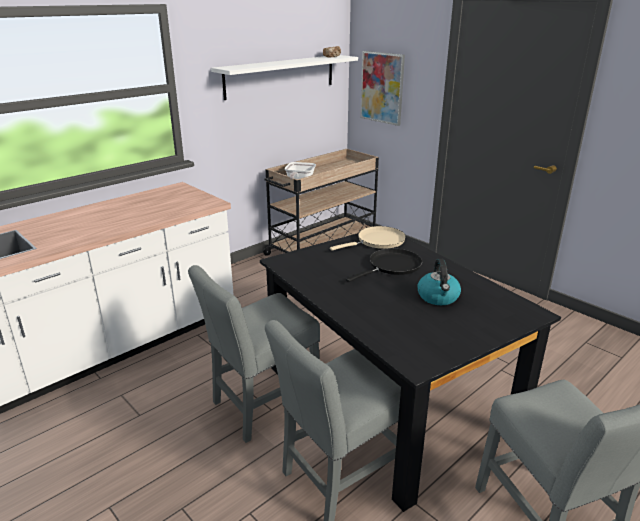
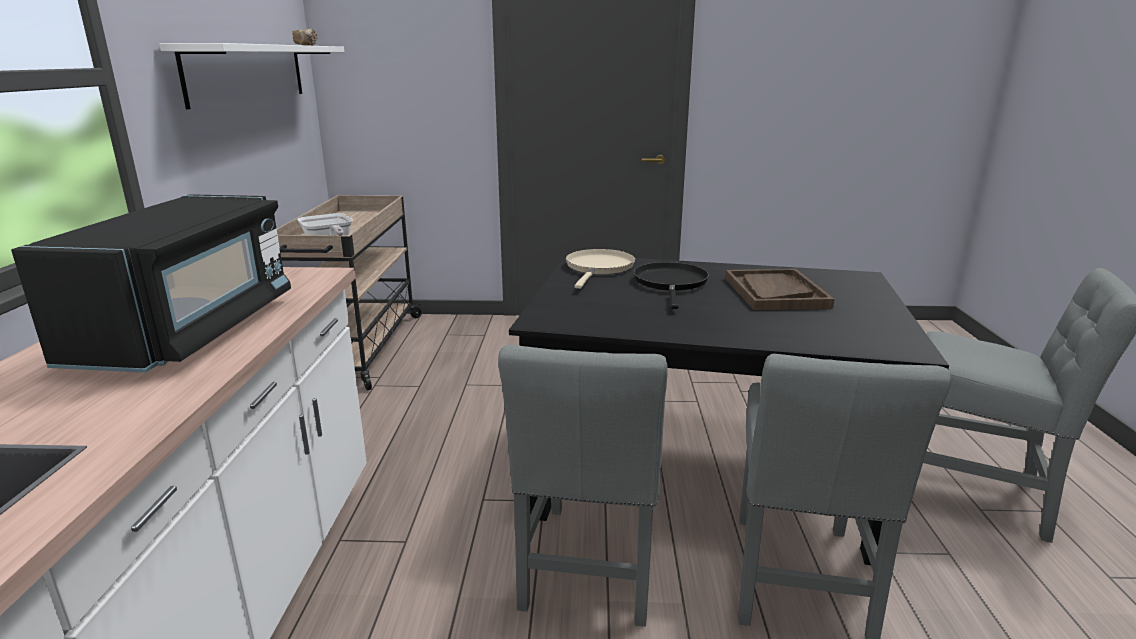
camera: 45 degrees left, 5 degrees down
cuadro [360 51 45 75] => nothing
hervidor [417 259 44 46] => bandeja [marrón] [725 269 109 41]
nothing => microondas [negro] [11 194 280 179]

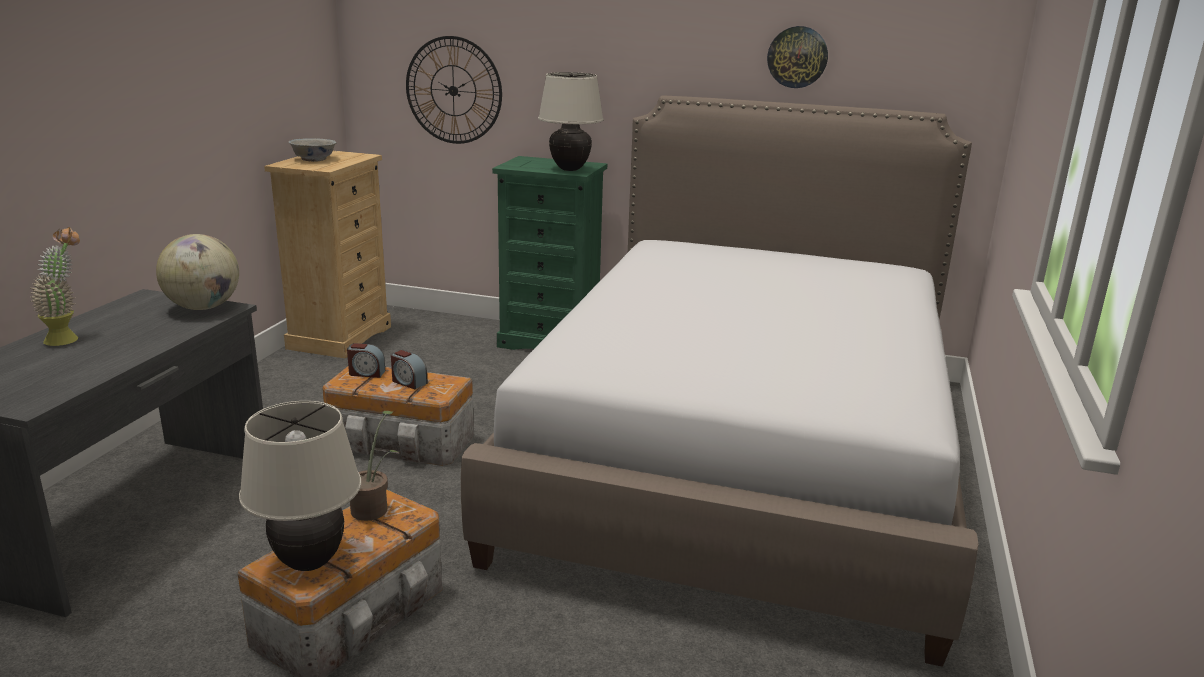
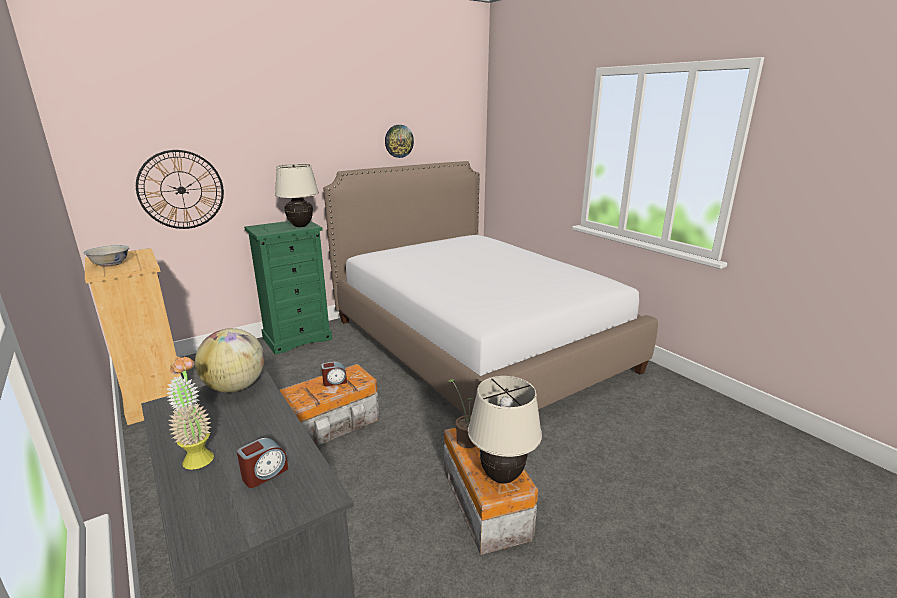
camera: 50 degrees left, 0 degrees up
despertador [347 343 38 35] => despertador [237 438 51 50], relocated

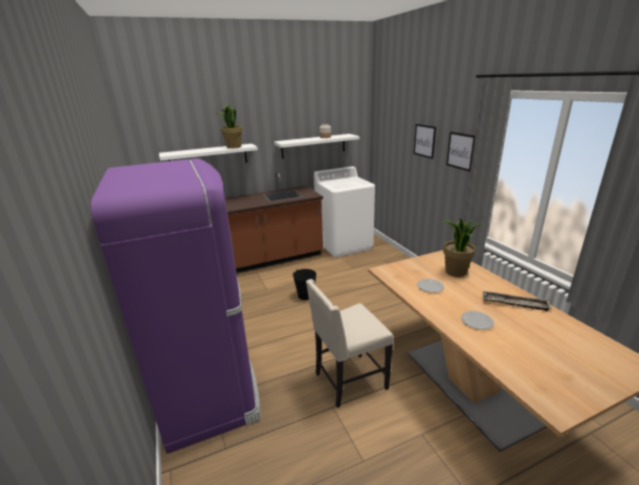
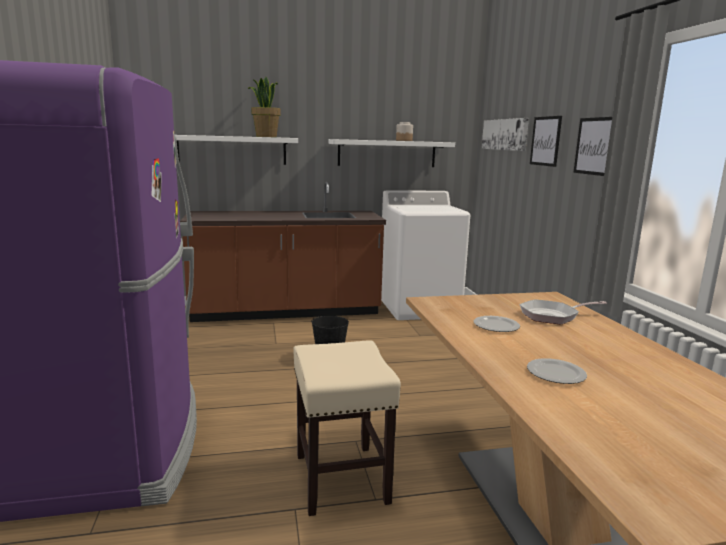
camera: 10 degrees right, 10 degrees down
silla [beis] [306 279 88 129] => taburete [beis] [293 340 108 176]
planta en maceta [442 218 40 59] => sartén [520 299 87 26]
bandeja [482 291 69 20] => nothing
nothing => cuadro [482 118 47 33]

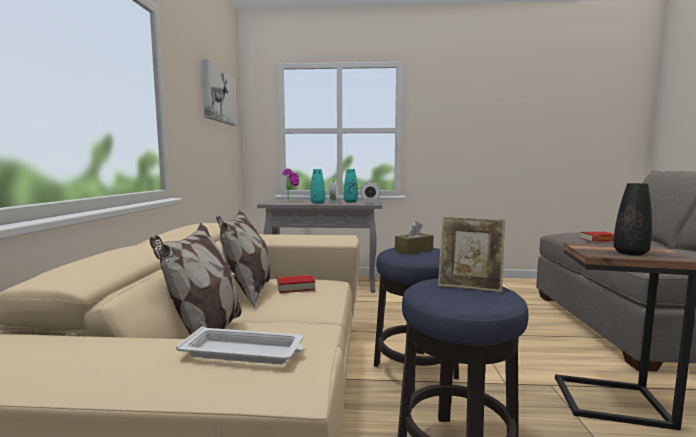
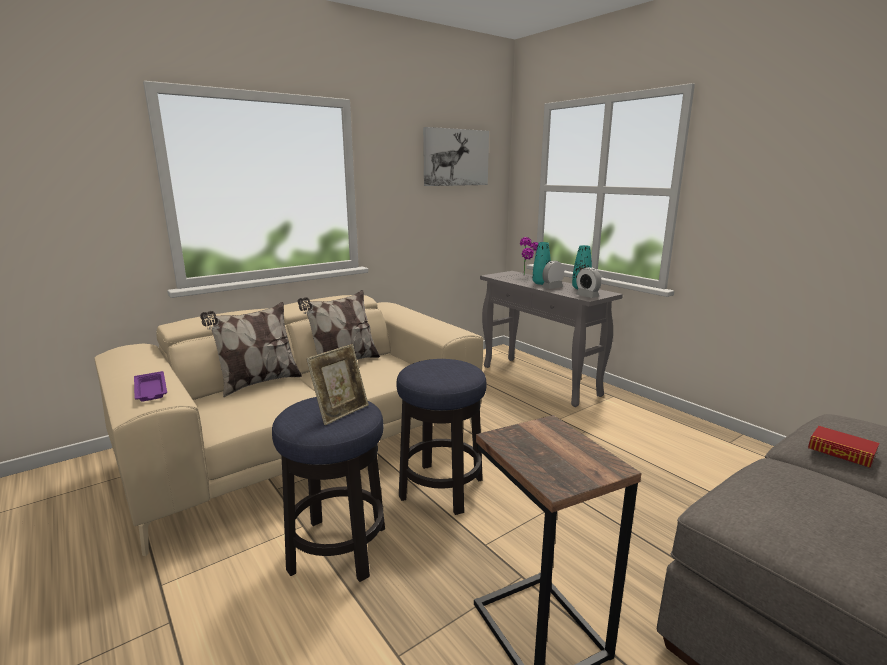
camera: 50 degrees right, 10 degrees up
bandeja [blanco] [176 326 128 38] => bandeja [morado] [134 371 33 31]
libro [277 275 38 18] => nothing
caja de pañuelos [marrón] [395 221 38 34] => nothing
portarretratos [438 216 67 76] => portarretratos [306 344 63 81], 120 degrees counterclockwise
florero [negro] [613 183 39 72] => nothing

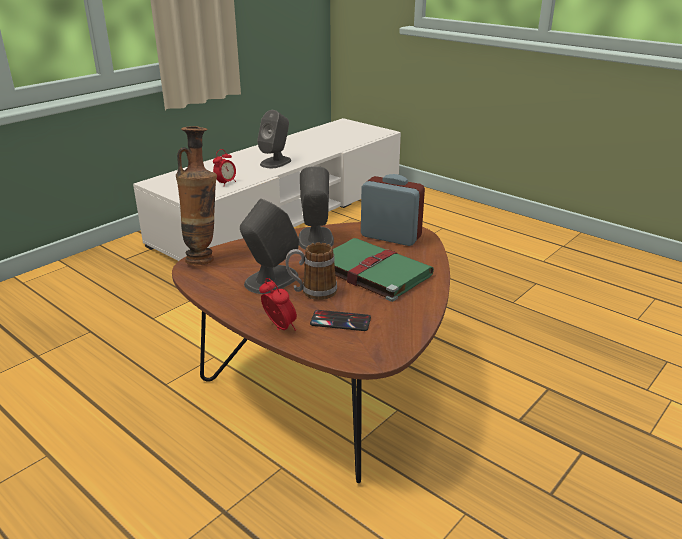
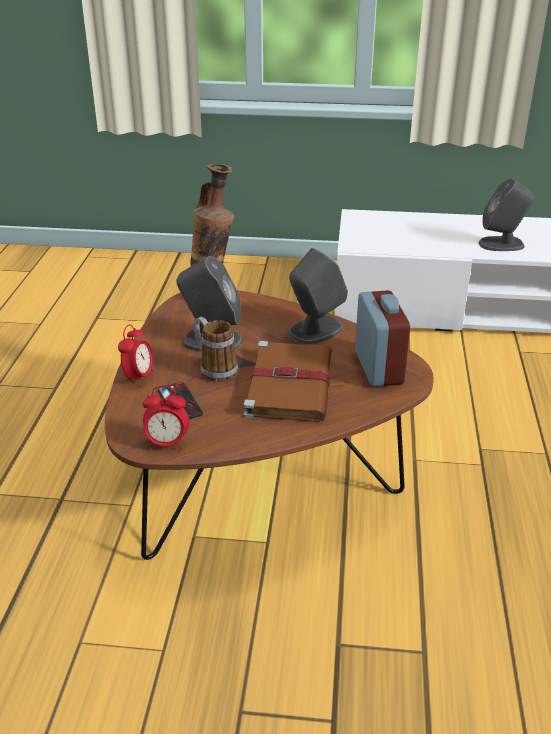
camera: 55 degrees right, 5 degrees up
despertador [213 149 23 36] => despertador [143 386 46 64], relocated
libro [verde] [333 238 101 64] => libro [marrón] [244 341 88 81]

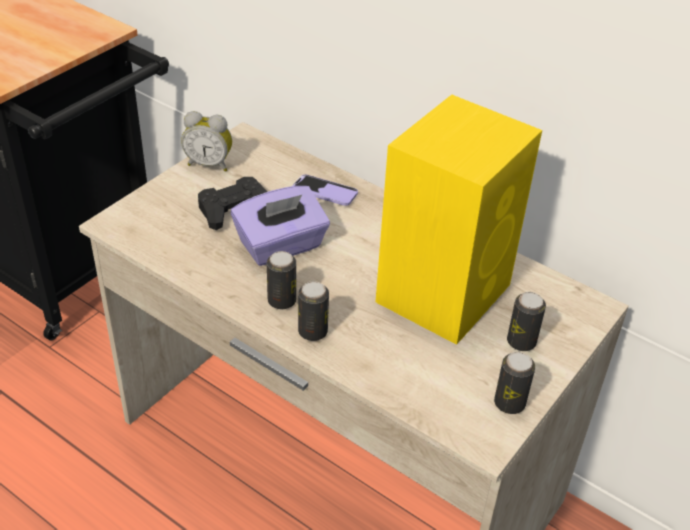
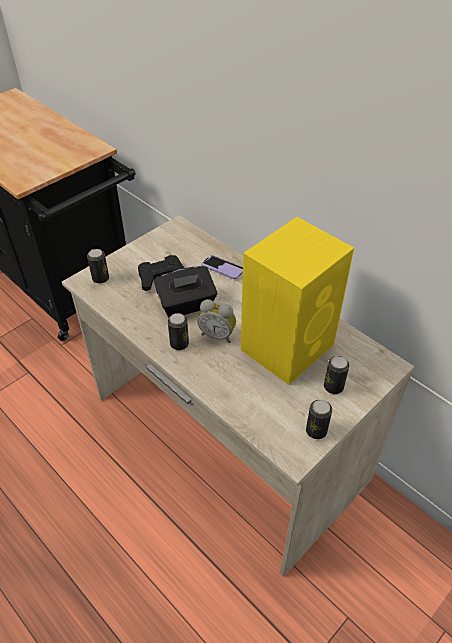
camera: 10 degrees right, 5 degrees up
despertador [181 111 51 61] => despertador [197 299 39 44], relocated
caja de pañuelos [morado] [231 186 99 80] => caja de pañuelos [negro] [153 266 65 51]
lata [298 281 31 60] => lata [87 249 22 35], relocated

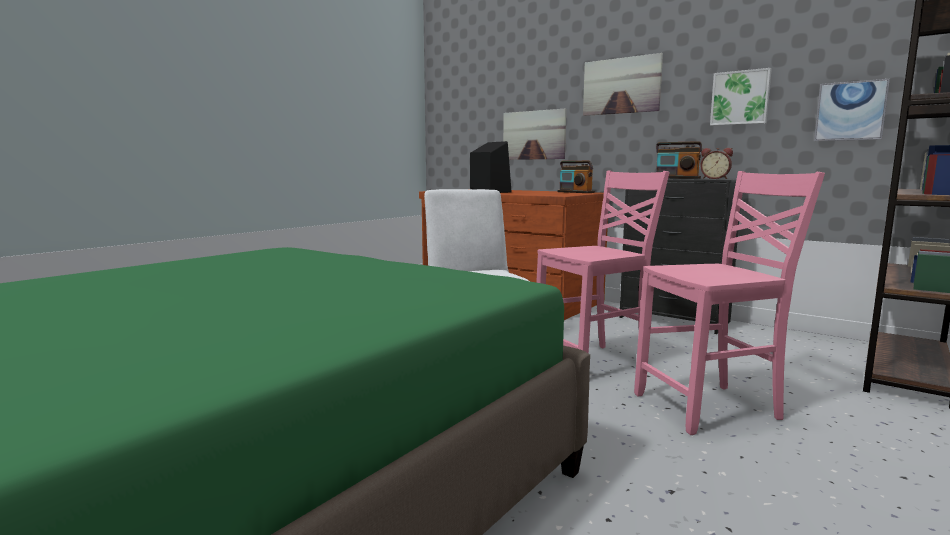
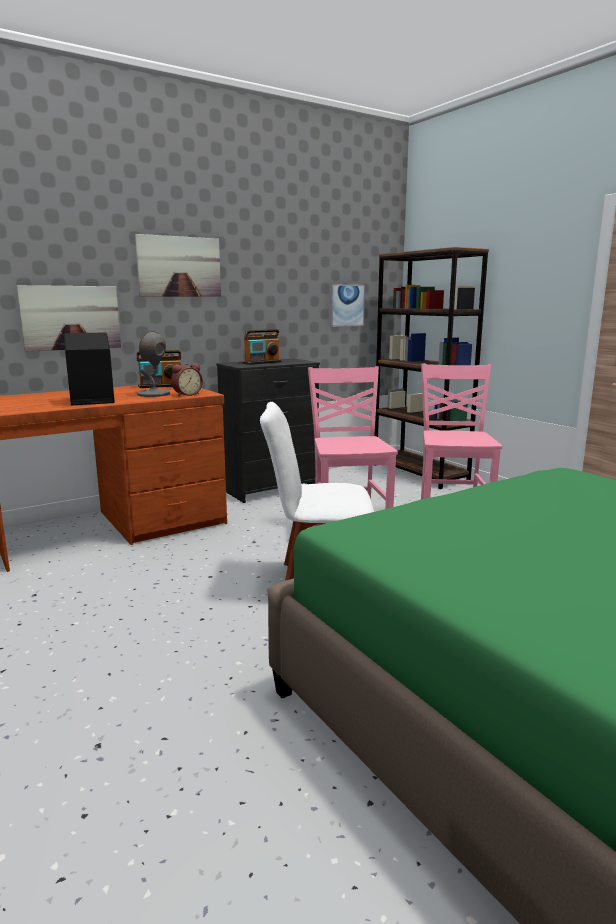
camera: 70 degrees left, 5 degrees up
despertador [700 148 33 31] => despertador [171 363 32 33], relocated
cuadro [710 68 62 58] => nothing
nothing => lámpara de mesa [gris] [137 331 33 66]

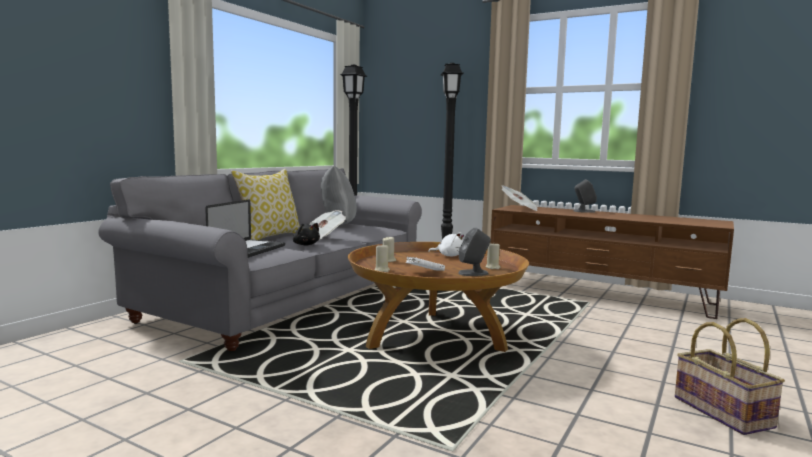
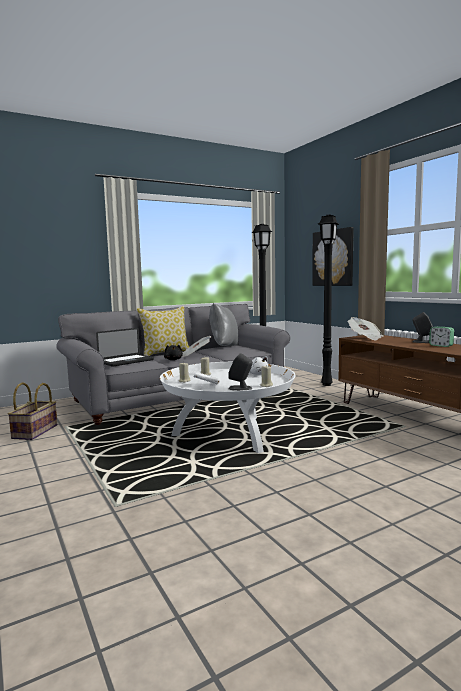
camera: 30 degrees right, 0 degrees up
mesa de centro [marrón] [348 242 181 110] => mesa de centro [blanco] [160 362 136 91]
cesta [675 318 110 117] => cesta [8 382 49 58], relocated
nothing => cuadro [312 227 42 59]
nothing => despertador [429 327 25 20]

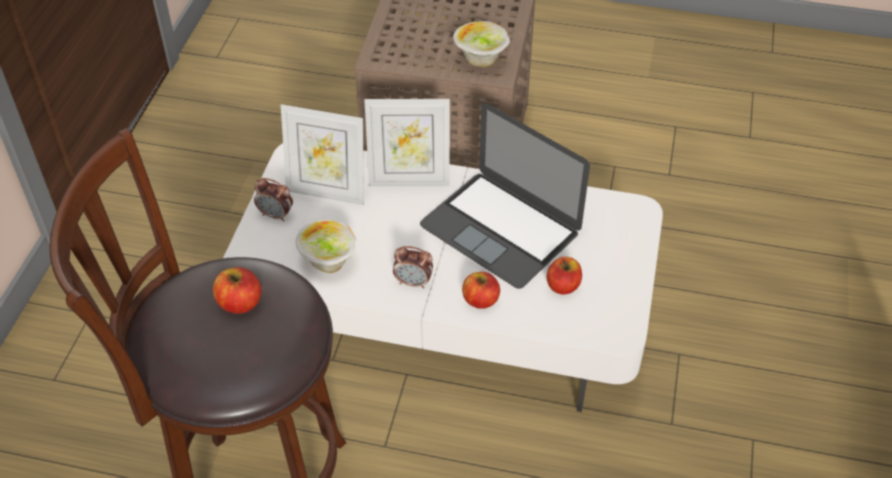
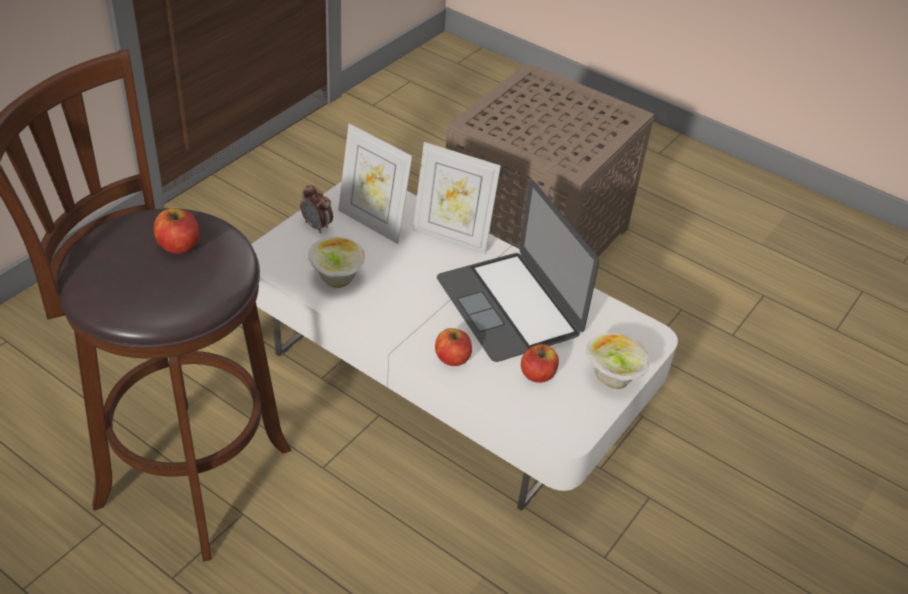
camera: 20 degrees right, 5 degrees down
despertador [393 246 40 43] => nothing
cuenco [453 21 57 46] => cuenco [586 334 64 55], relocated

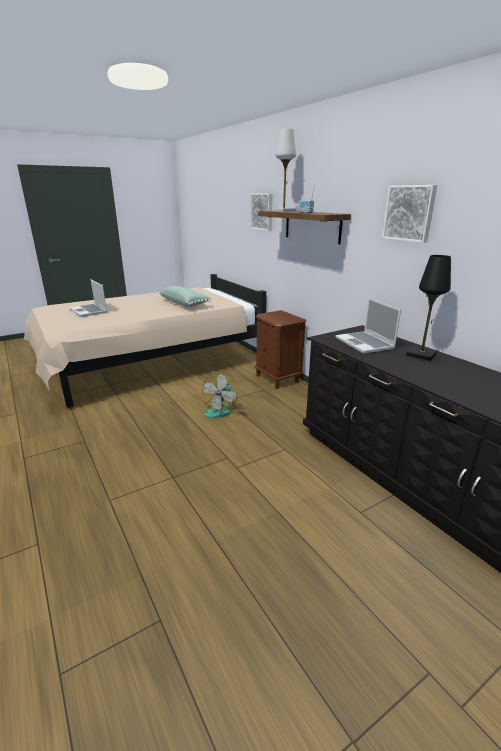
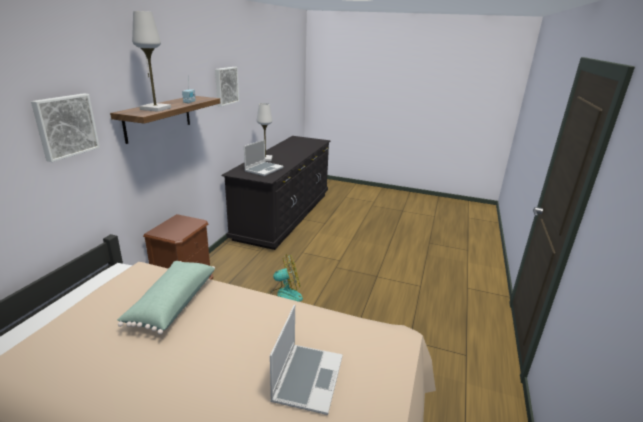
camera: 130 degrees left, 0 degrees up
lámpara de mesa [negro] [406 255 45 106] => lámpara de mesa [blanco] [256 103 17 58]

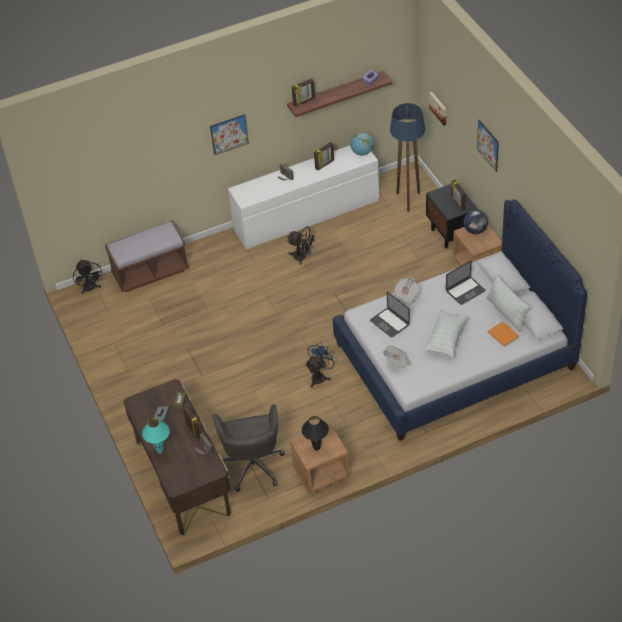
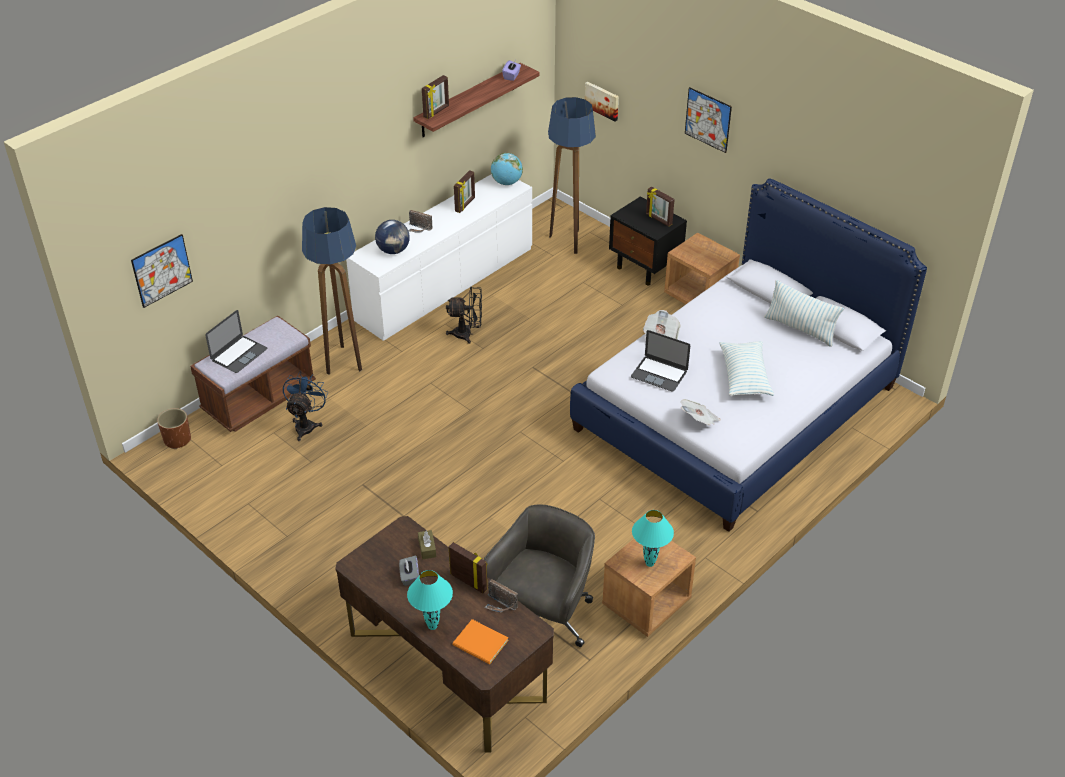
camera: 25 degrees left, 5 degrees down
ventilador [negro] [73 260 29 34] => maceta [marrón] [157 408 34 41]
cuadro [210 114 39 41] => cuadro [131 234 62 74], relocated
silla de oficina [gris] [213 404 72 88] => silla de oficina [gris] [484 505 111 142], 120 degrees counterclockwise
lámpara de mesa [negro] [302 416 27 35] => lámpara de mesa [turquesa] [632 510 42 57]
ventilador [azul] [305 341 33 47] => ventilador [azul] [283 372 45 69], relocated
portátil [446 261 40 44] => portátil [205 310 62 63], relocated
globo terráqueo [463 210 25 24] => globo terráqueo [375 220 35 34], relocated
libro [naranja] [488 322 31 25] => libro [naranja] [453 619 55 45], relocated
nothing => lámpara de pie [302 207 60 167]

